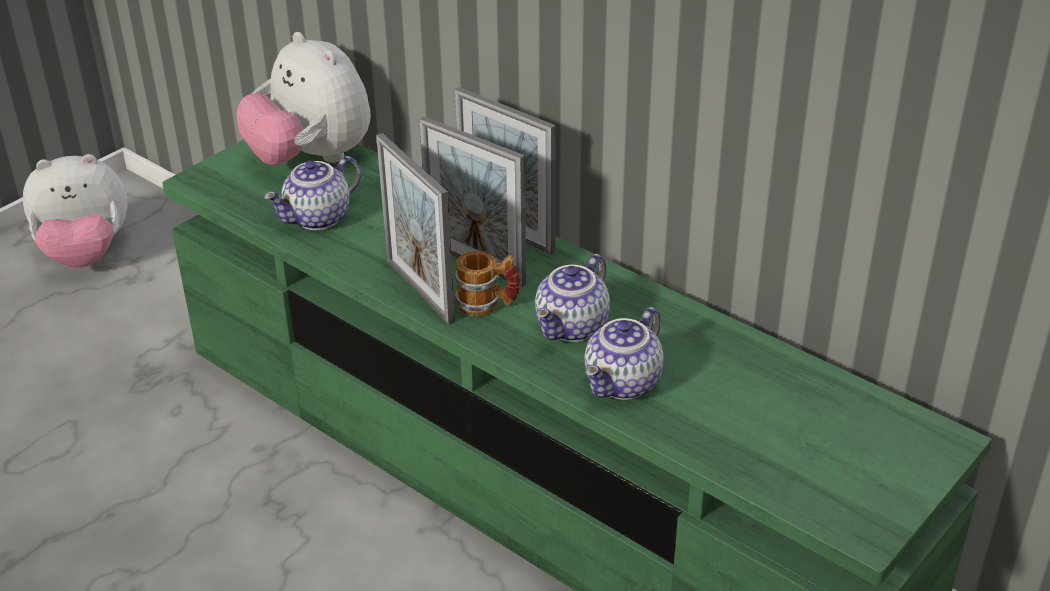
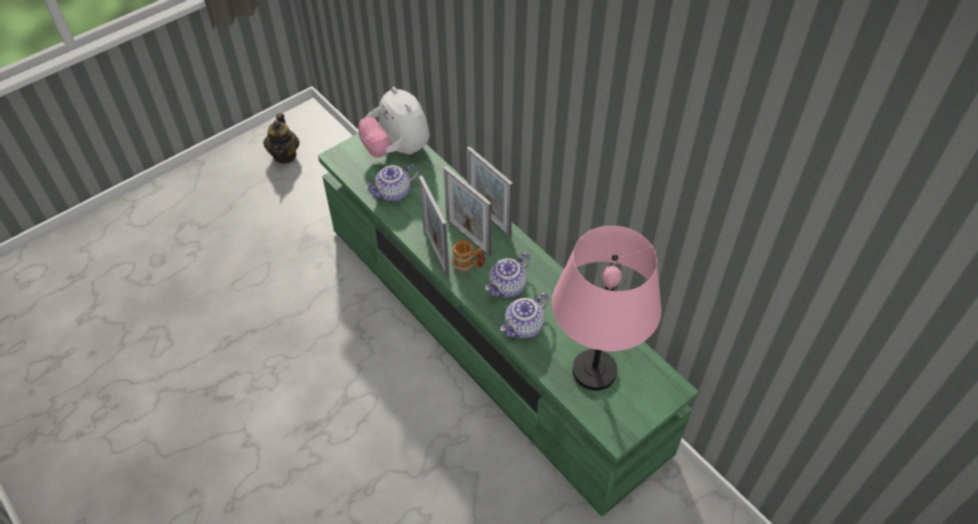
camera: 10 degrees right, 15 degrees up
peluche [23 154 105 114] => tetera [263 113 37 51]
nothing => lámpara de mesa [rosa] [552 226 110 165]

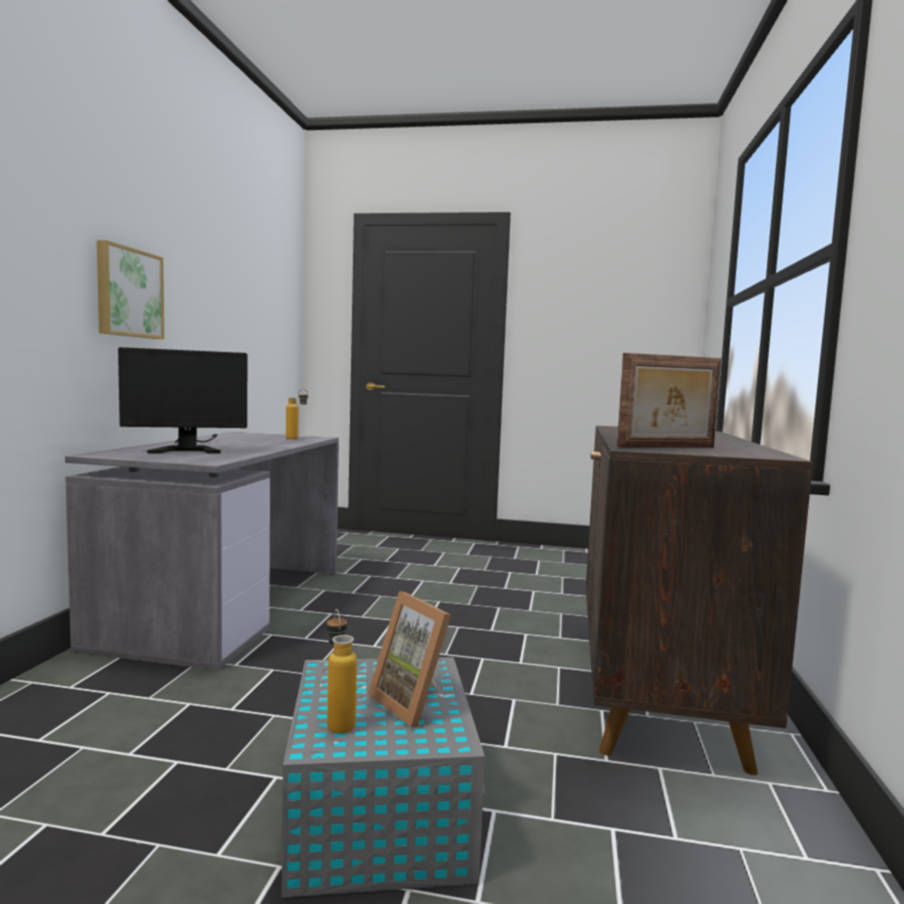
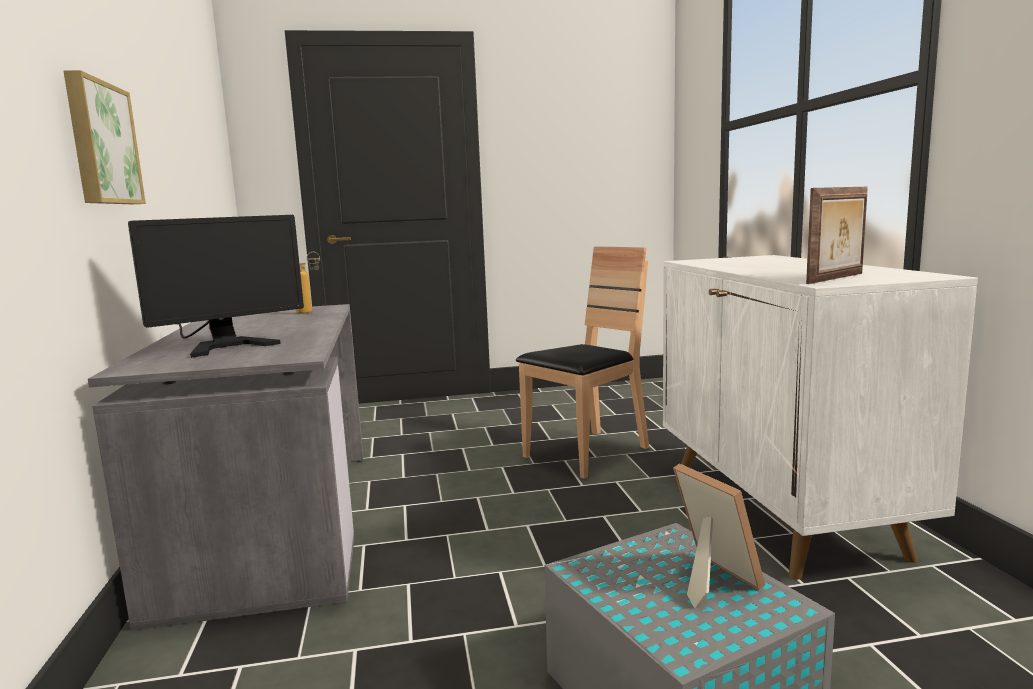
camera: 20 degrees left, 5 degrees up
botella [327 609 30 125] => nothing
portarretratos [368 591 83 136] => portarretratos [673 463 92 145], 150 degrees counterclockwise
armario [marrón] [586 426 227 349] => armario [blanco] [663 255 315 325]
nothing => silla [marrón] [516 246 133 233]

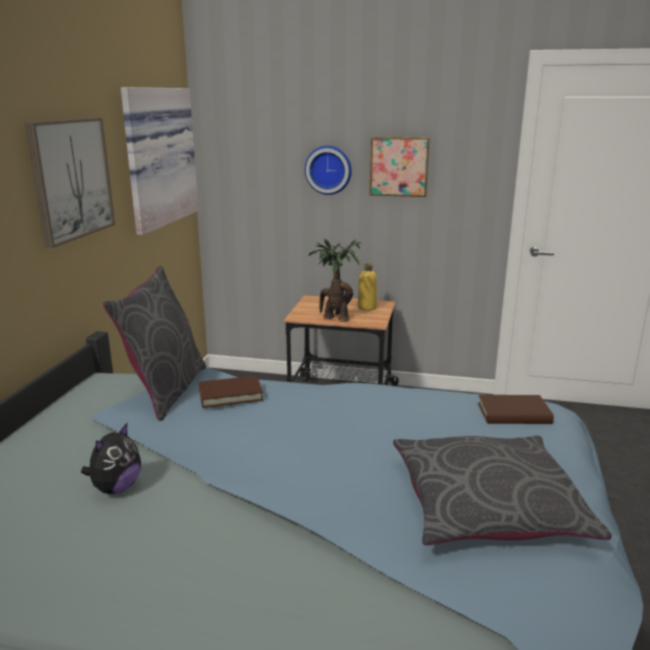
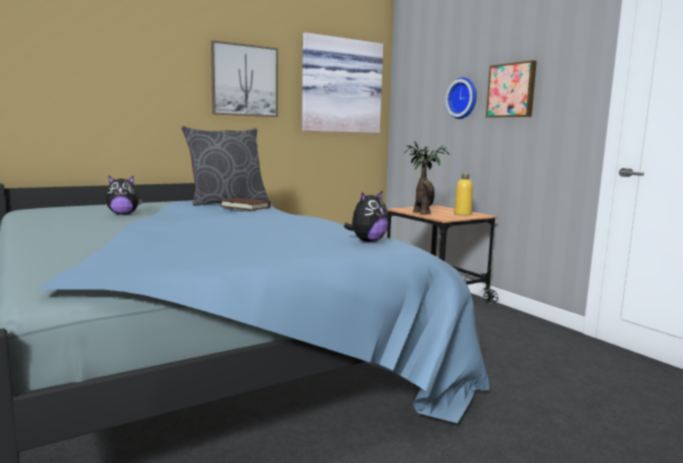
camera: 45 degrees right, 10 degrees down
cojín [gris] [393 436 218 109] => nothing
libro [marrón] [478 395 76 29] => peluche [344 190 45 52]

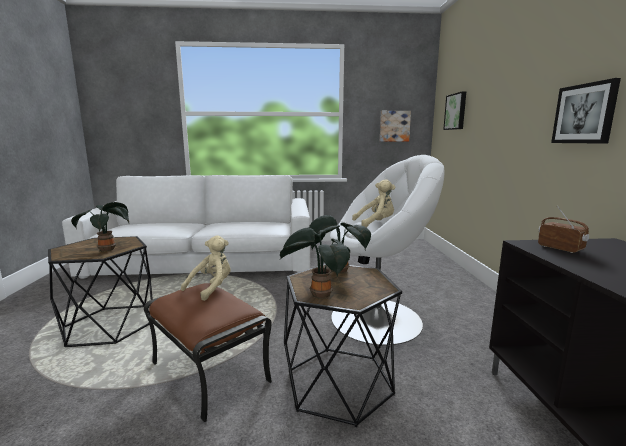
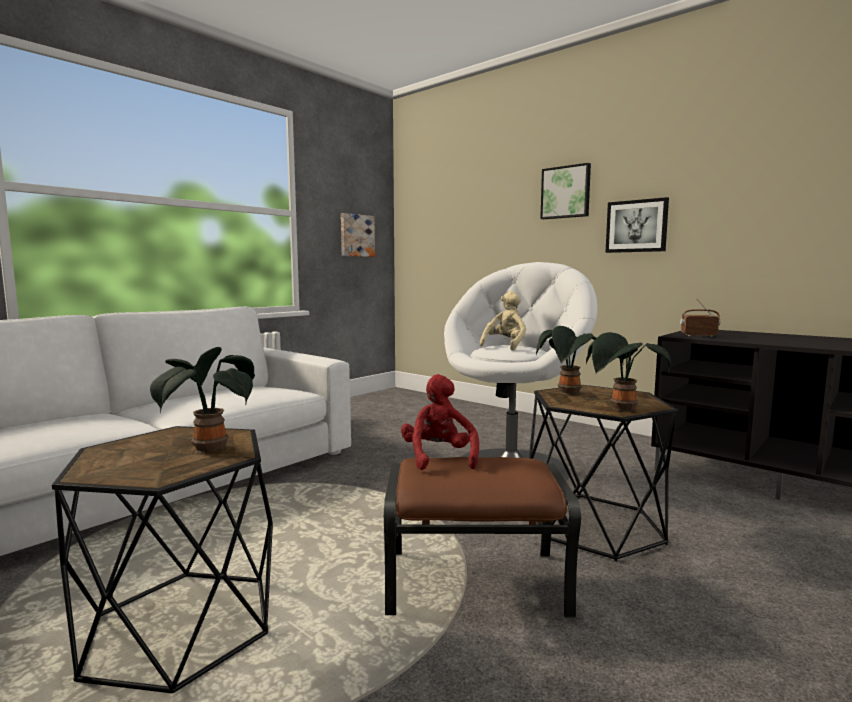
camera: 45 degrees left, 5 degrees down
peluche [beis] [181 235 50 66] => peluche [rojo] [401 374 78 96]
cuadro [443 91 23 39] => cuadro [540 163 51 56], relocated

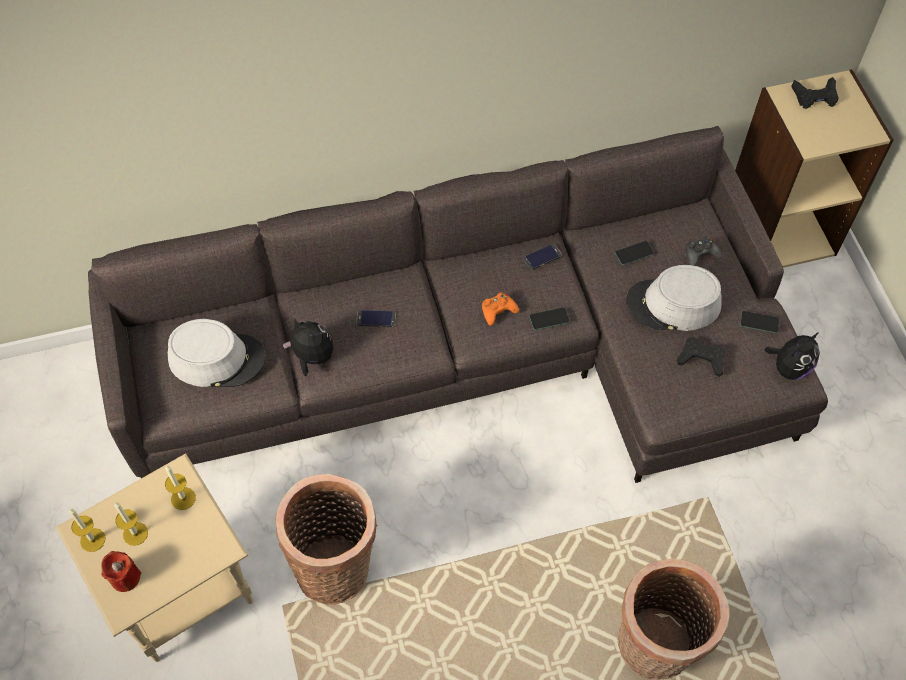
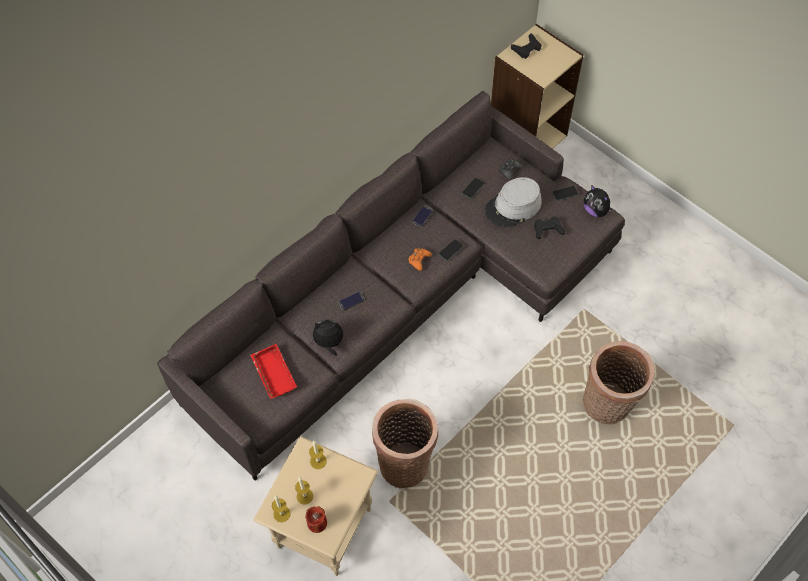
camera: 30 degrees left, 0 degrees up
sombrero [gris] [168 319 98 68] => bandeja [rojo] [250 344 47 55]
peluche [764 333 56 47] => peluche [584 185 30 32], 120 degrees clockwise

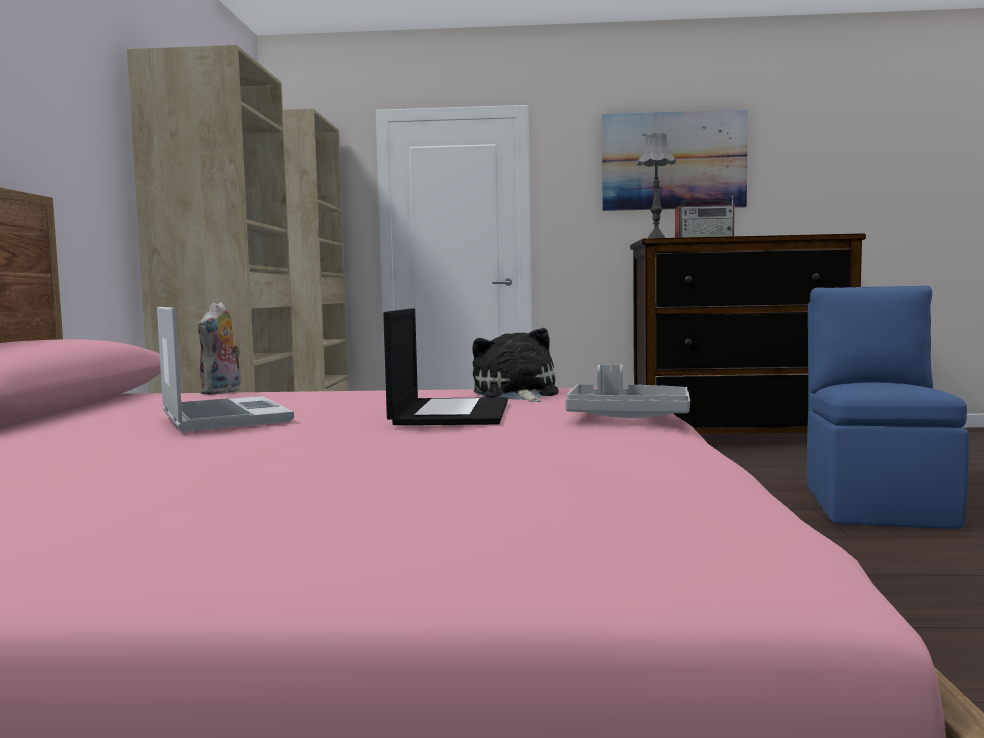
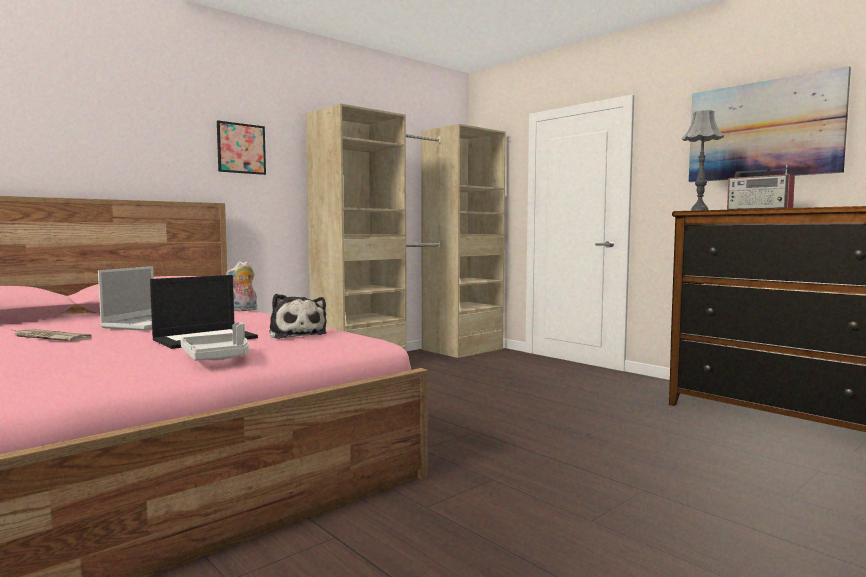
camera: 45 degrees right, 0 degrees up
peluche [472 328 87 74] => peluche [269 294 58 45], 120 degrees clockwise
silla [azul] [807 285 162 244] => nothing
nothing => periódico [13 329 79 13]
nothing => cuadro [217 120 49 55]

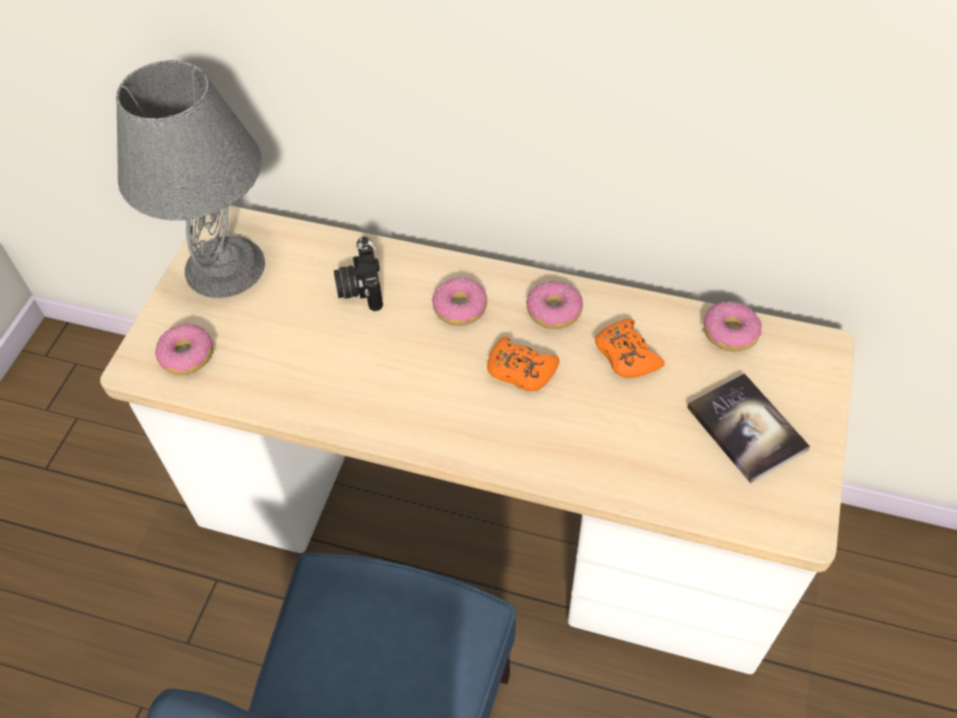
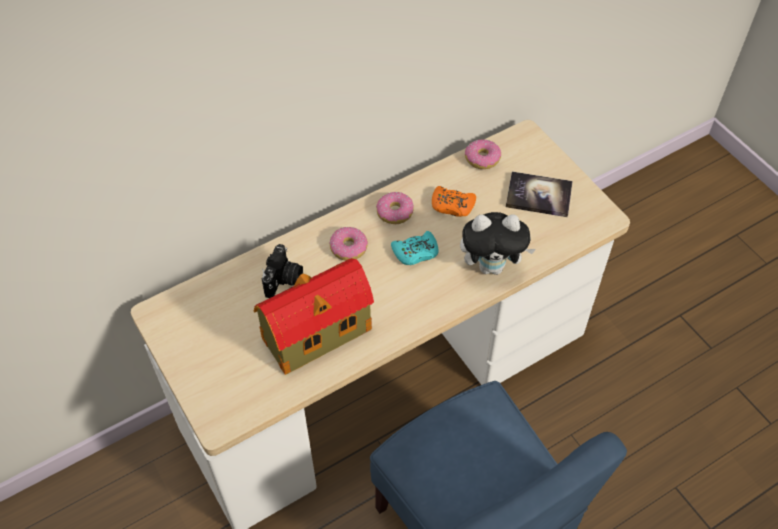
camera: 50 degrees left, 0 degrees up
lámpara de mesa [gris] [116 60 149 238] => nothing
rosquilla [155 323 58 52] => nothing
cámara [334 236 49 75] => cámara [262 244 41 54], 105 degrees counterclockwise
mando de consola [naranja] [487 337 72 54] => mando de consola [turquesa] [391 231 47 34]
nothing => casita [254 258 120 117]
nothing => peluche [460 212 76 63]

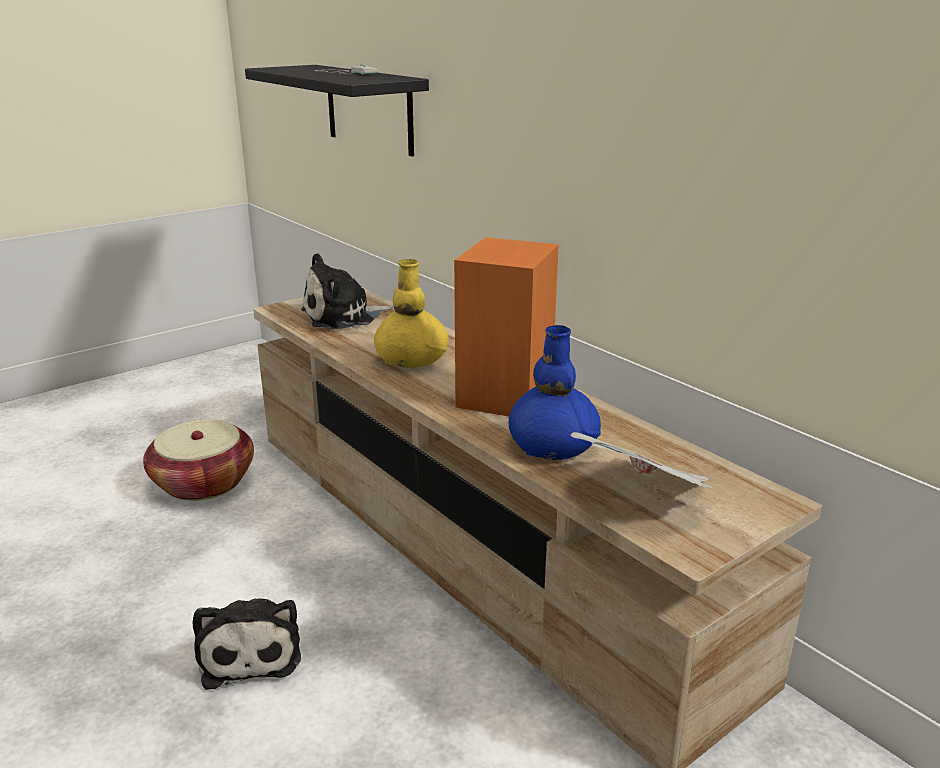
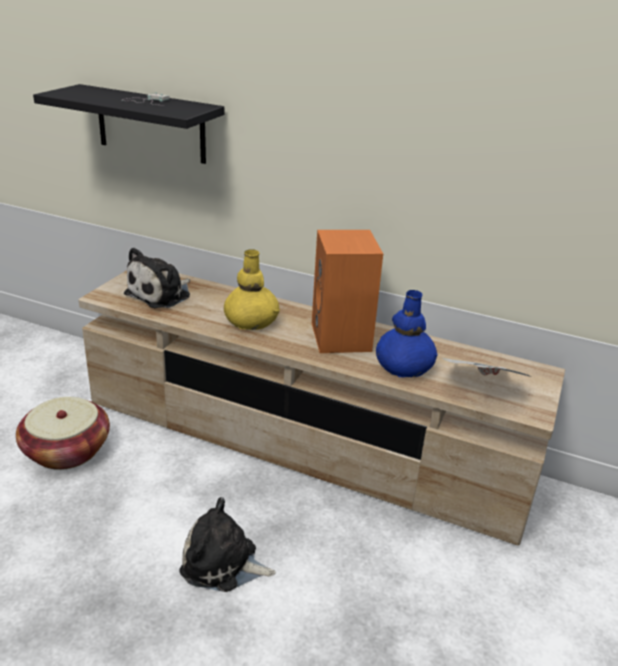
camera: 30 degrees left, 5 degrees up
peluche [193 598 108 92] => peluche [179 497 97 95], 150 degrees clockwise

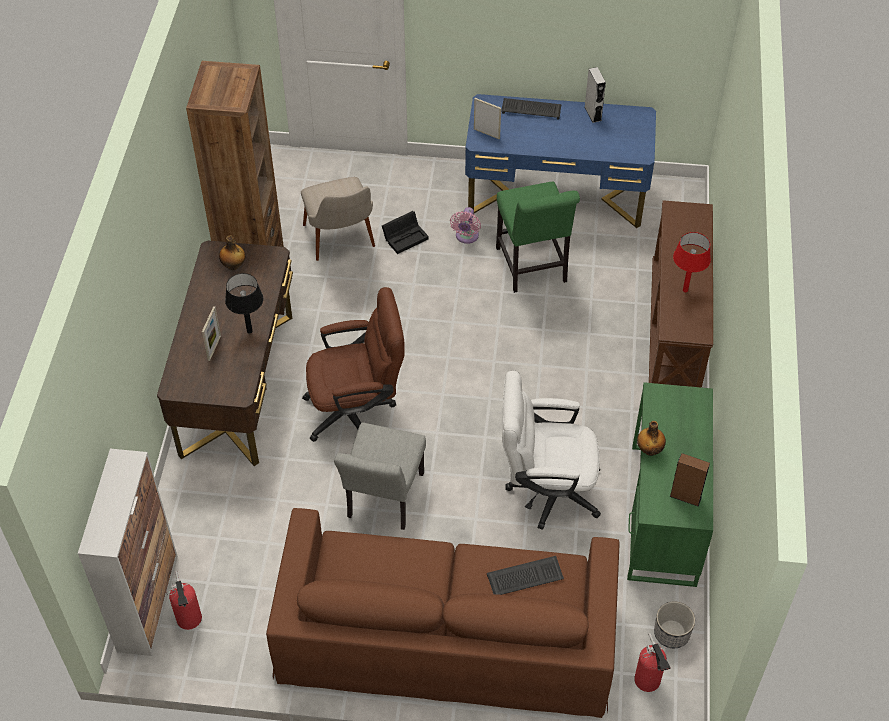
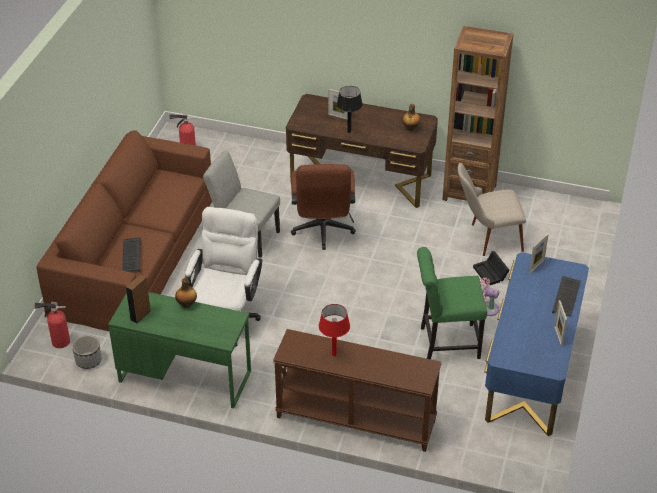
camera: 100 degrees right, 10 degrees down
armario [78 449 100 207] => nothing
altavoz [gris] [585 67 21 56] => portarretratos [554 300 13 46]

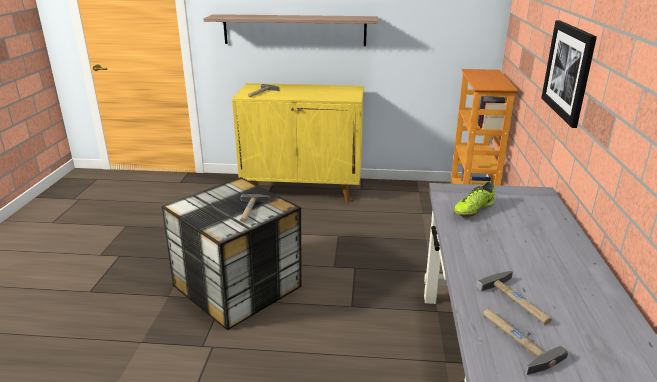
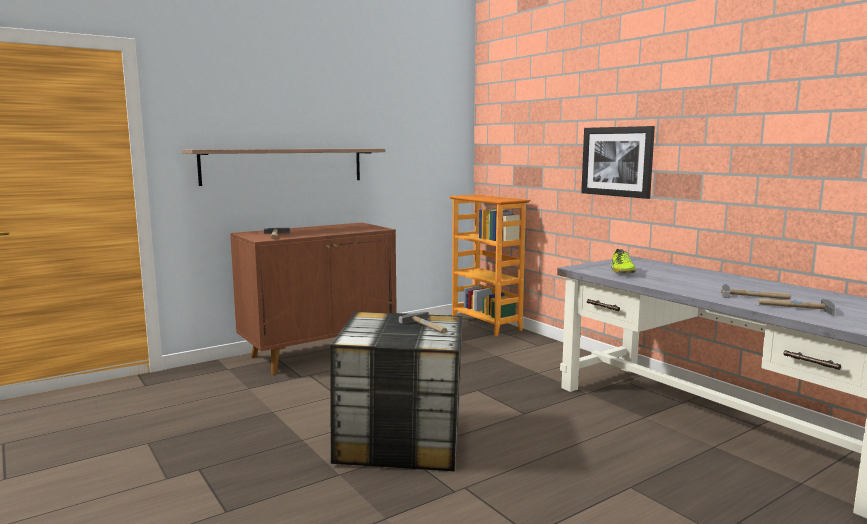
camera: 40 degrees left, 15 degrees down
armario [amarillo] [232 83 132 120] => armario [marrón] [230 223 167 152]

